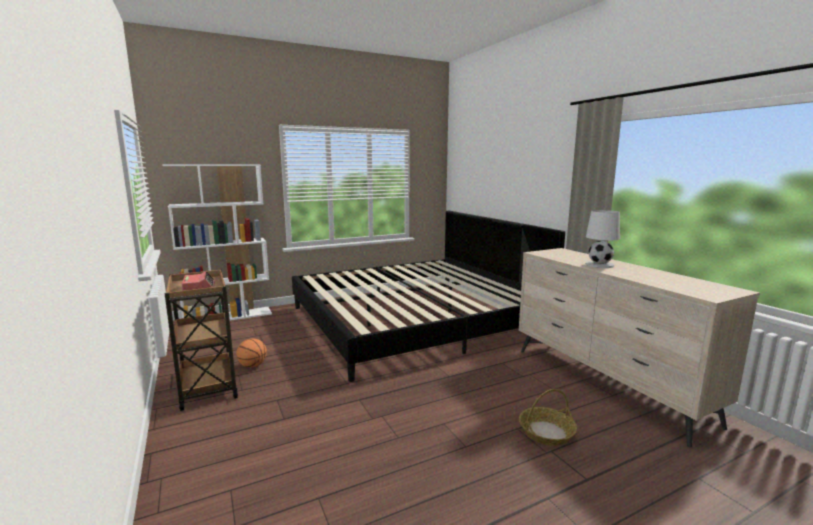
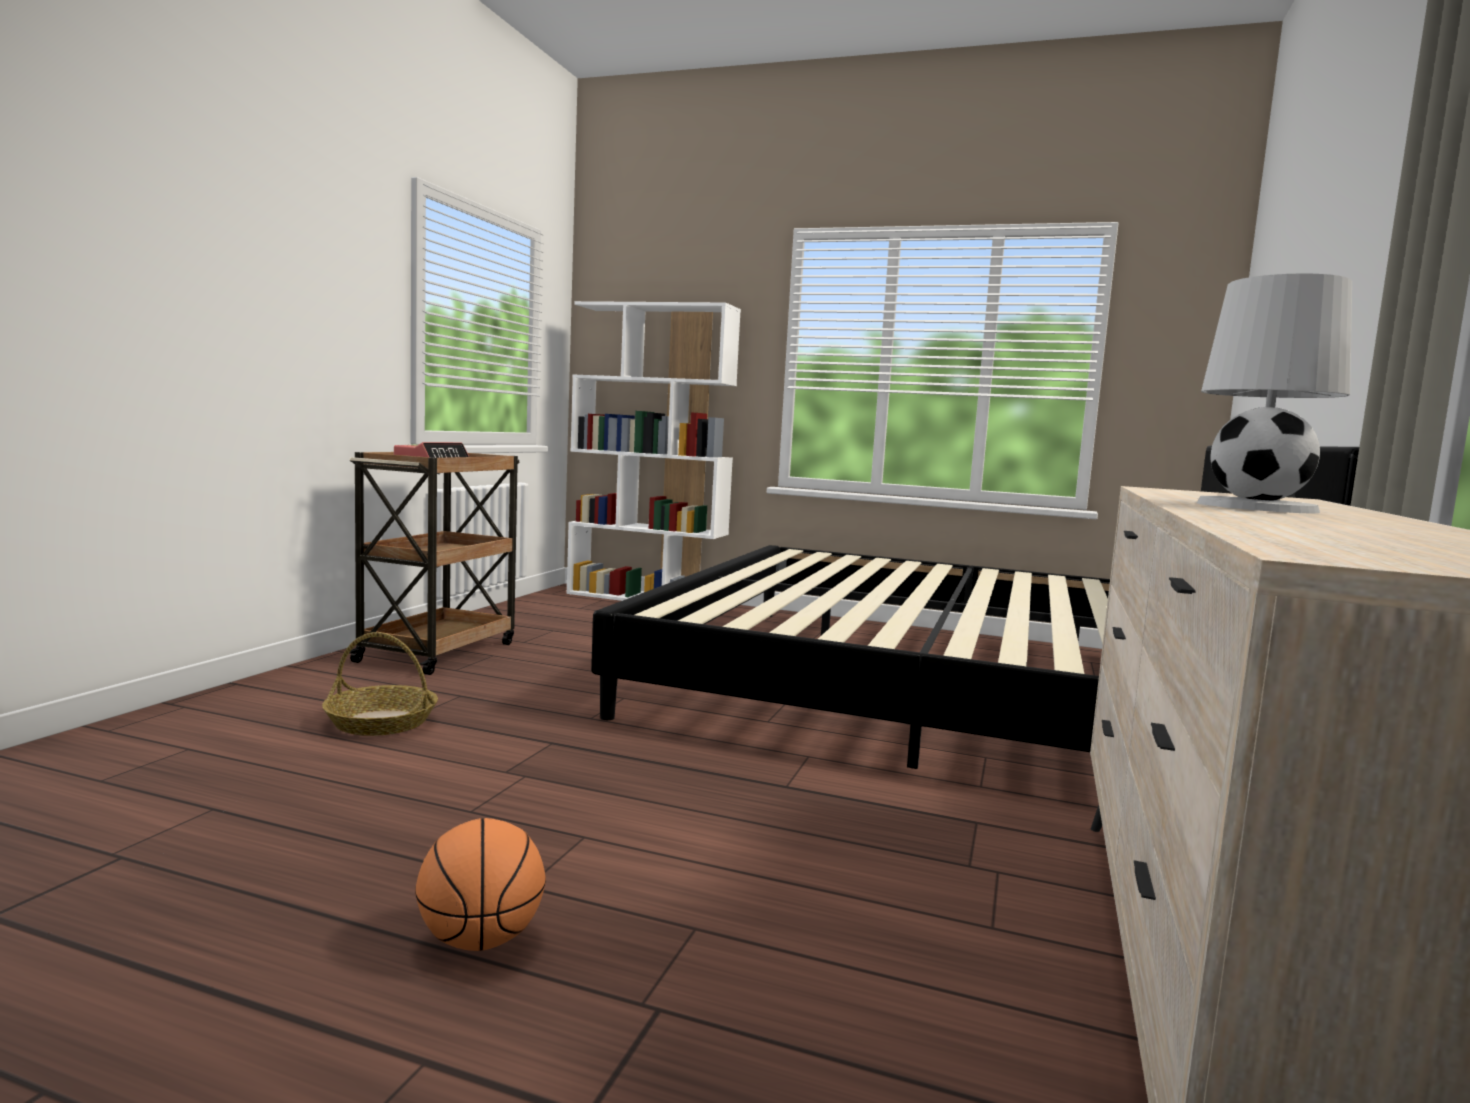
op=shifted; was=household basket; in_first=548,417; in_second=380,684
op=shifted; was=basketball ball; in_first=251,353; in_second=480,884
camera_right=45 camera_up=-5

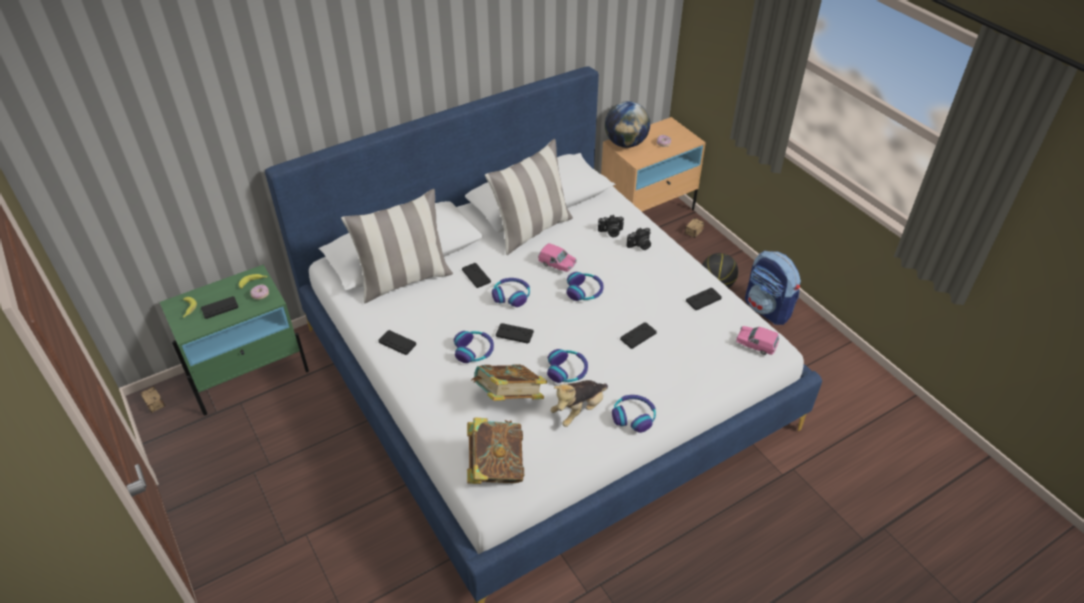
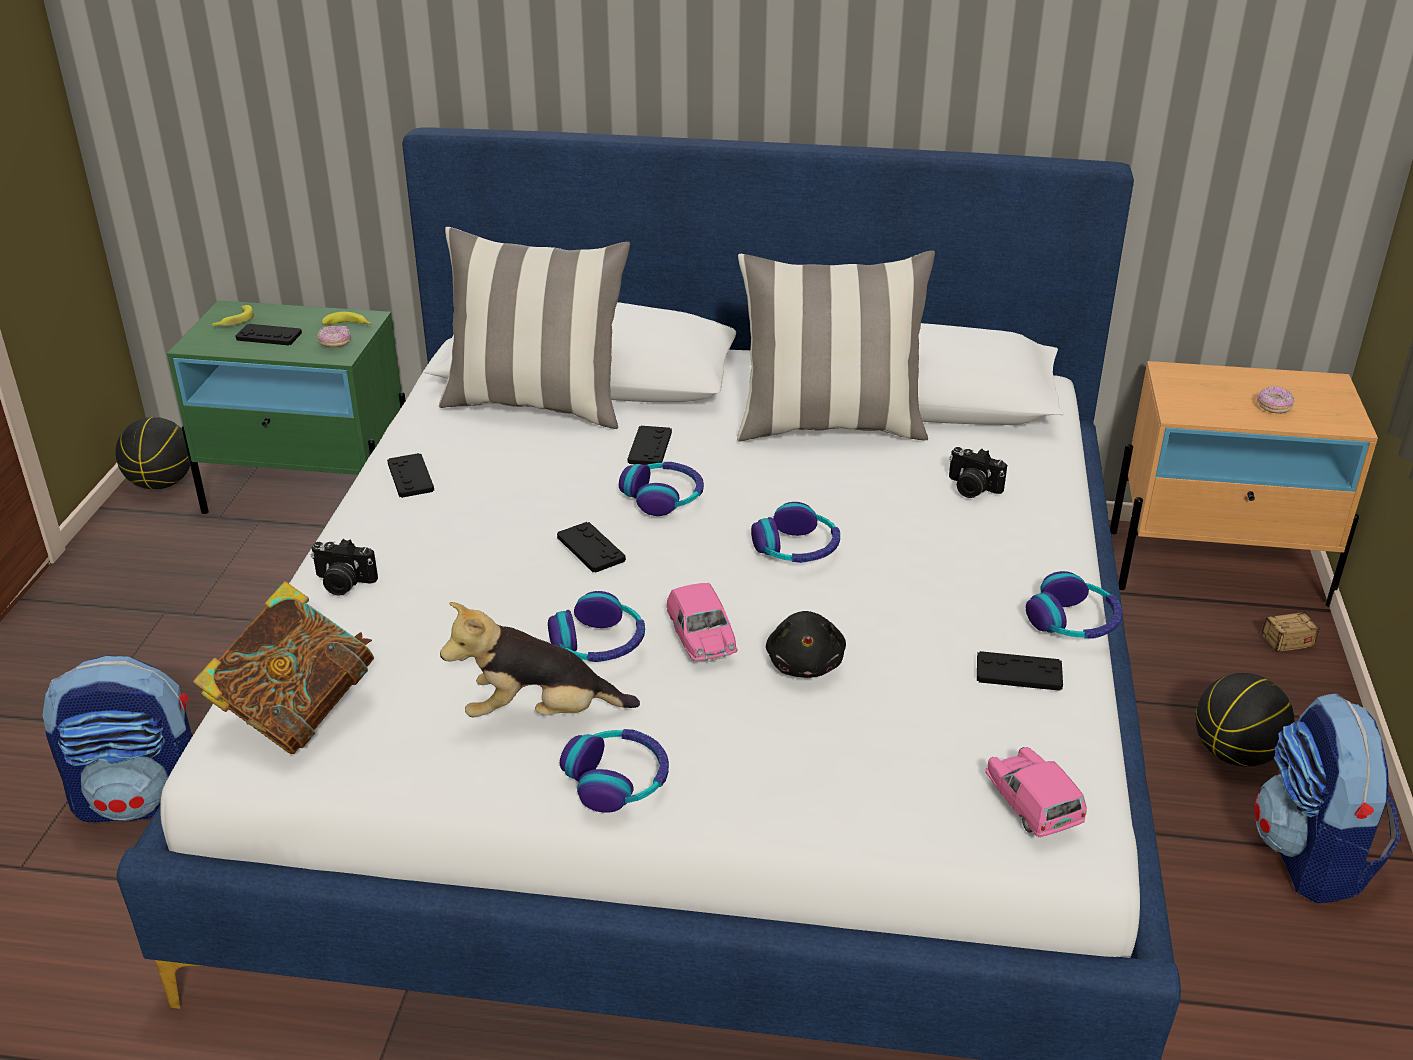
op=new; now=knapsack; in_second=117,738
op=swapped; was=storage container; now=basketball ball; in_first=153,399; in_second=152,453
op=shifted; was=photo camera; in_first=638,239; in_second=344,567
op=shifted; was=pinkish toy car; in_first=557,257; in_second=702,622
op=swapped; was=black-coloured game controller; now=black-coloured soft toy; in_first=638,335; in_second=806,644
op=shifted; was=headset; in_first=474,347; in_second=1074,604
op=gone; was=bound book; in_first=509,382
op=gone; was=world globe; in_first=627,124
camera_right=40 camera_up=-10

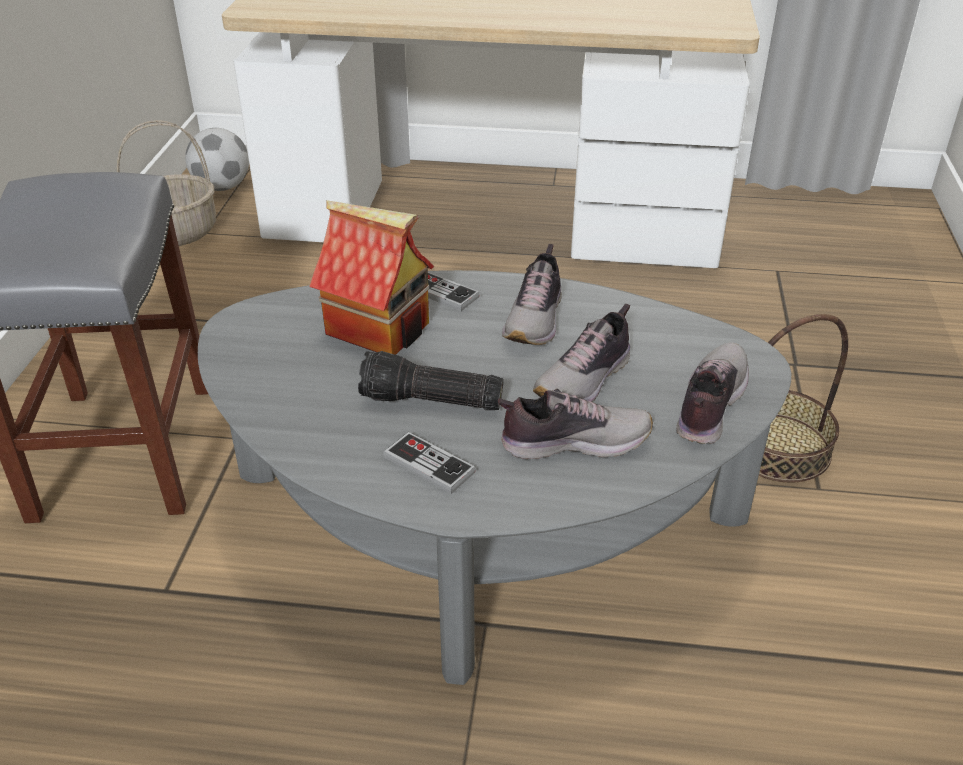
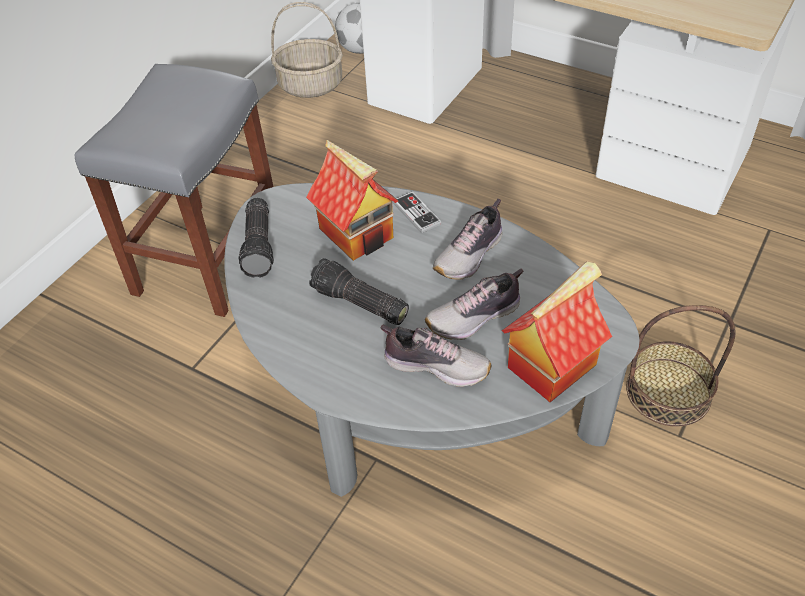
op=new; now=torch; in_second=256,238
op=swapped; was=item of footwear; now=miniature house; in_first=712,393; in_second=557,332
op=gone; was=game controller; in_first=429,463
camera_right=25 camera_up=10

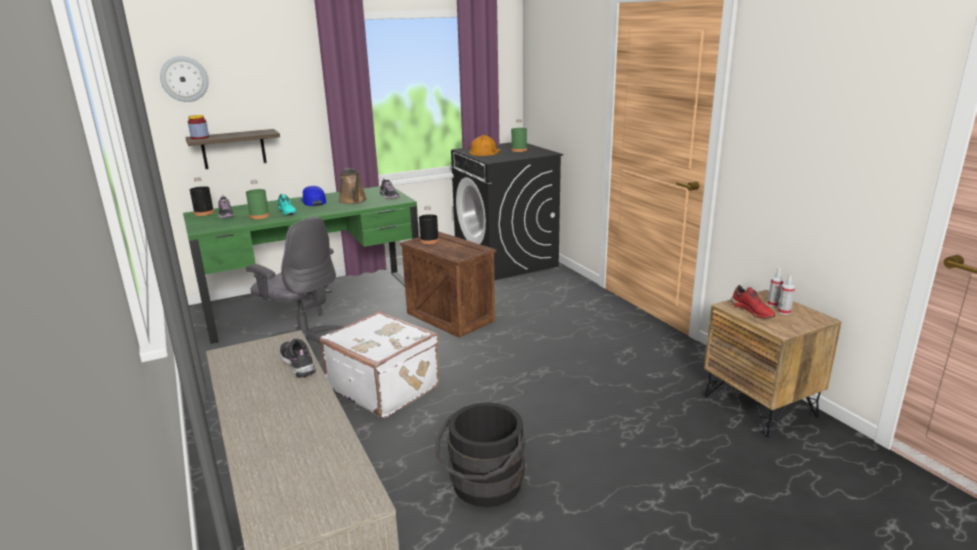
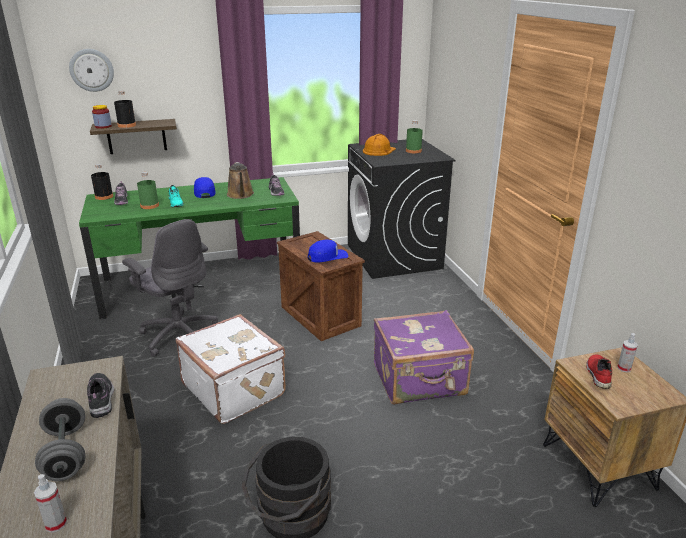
op=shifted; was=sprayer; in_first=786,295; in_second=50,503
op=new; now=greyish free weight; in_second=60,439
op=shifted; was=black-coloured beverage bottle; in_first=429,225; in_second=125,109
op=new; now=blue peaked cap; in_second=327,250
op=new; now=purple-coloured piece of luggage; in_second=424,357
op=rotated; was=reddish item of footwear; in_first=753,301; in_second=599,371; clockwise=-150
camera_right=10 camera_up=5

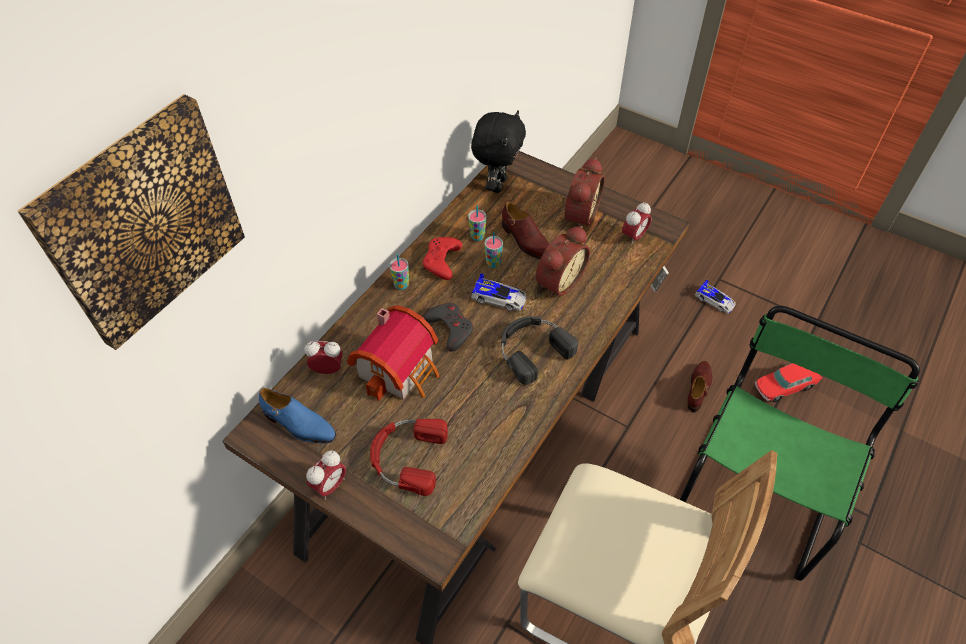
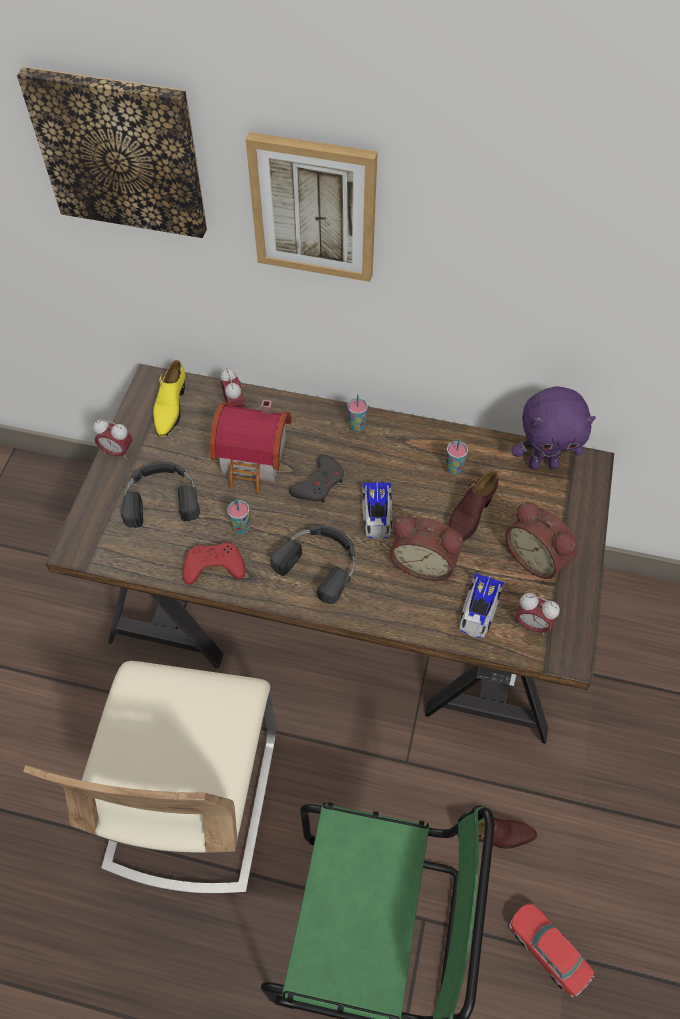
op=repainted; was=reddish headset; now=black-coloured headset; in_first=409,457; in_second=160,495
op=repainted; was=blue item of footwear; now=yellow item of footwear; in_first=297,415; in_second=169,398
op=shifted; was=reddish game controller; in_first=442,258; in_second=214,563
op=shifted; was=small cup; in_first=493,250; in_second=238,516
op=new; now=wall picture; in_second=312,207
op=shifted; was=toy car; in_first=715,296; in_second=481,605
op=rotated; was=table clock; in_first=583,192; in_second=541,540; clockwise=45
op=repainted; was=black-coloured soft toy; now=purple-coloured soft toy; in_first=498,151; in_second=554,427
camera_right=70 camera_up=5

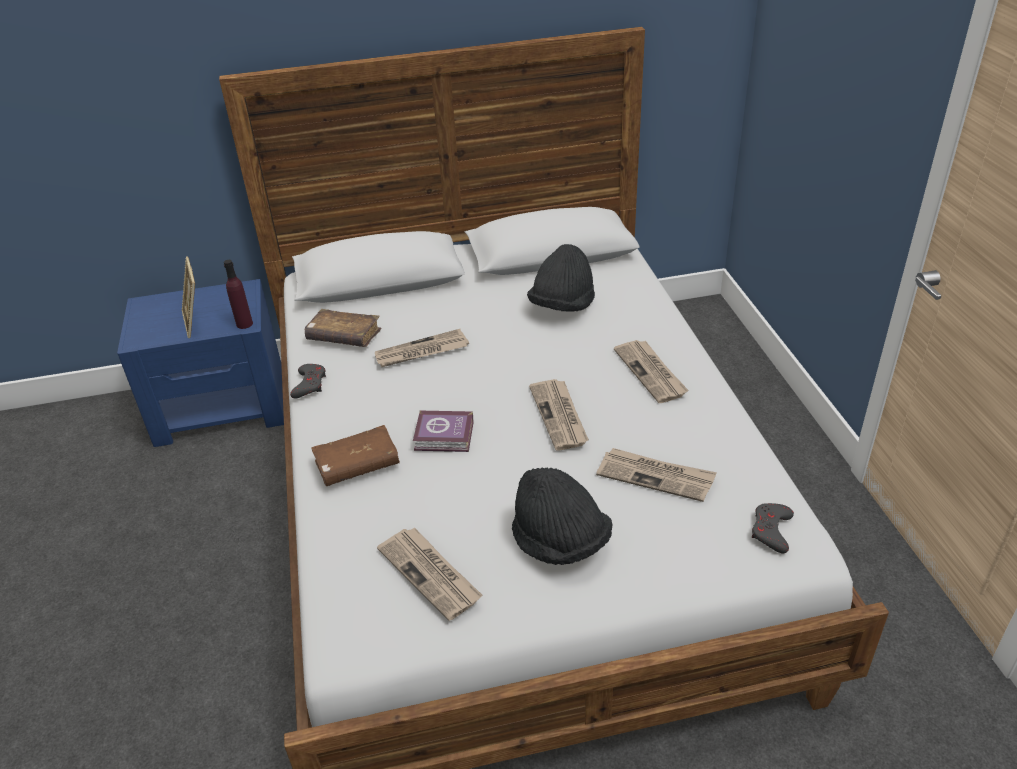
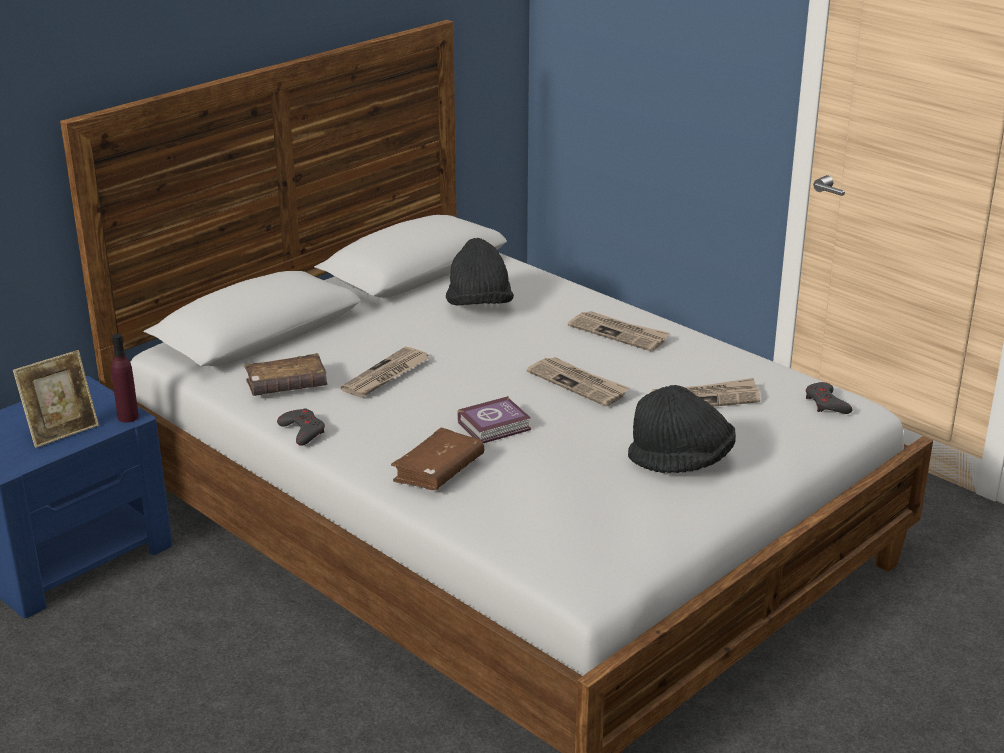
op=rotated; was=picture frame; in_first=188,297; in_second=56,399; clockwise=-75
op=gone; was=printed paper; in_first=429,574
camera_right=-35 camera_up=-10

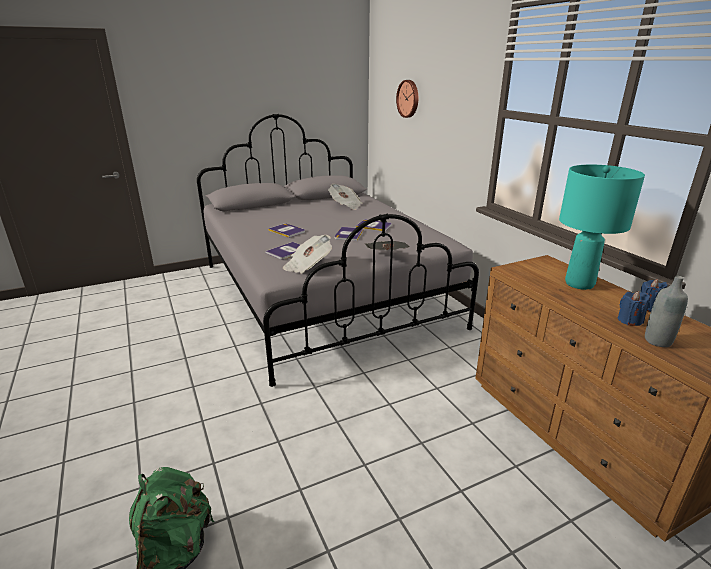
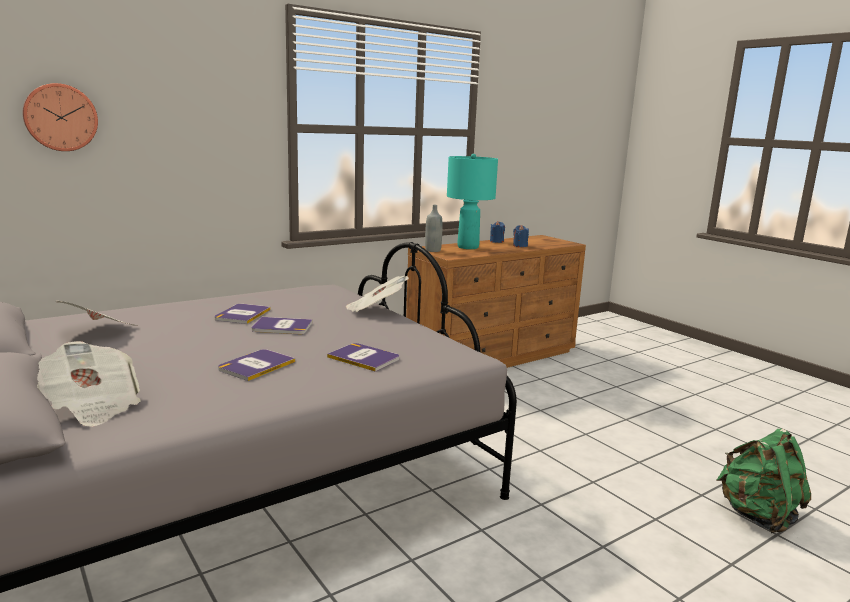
op=shifted; was=printed paper; in_first=307,254; in_second=88,384
op=shifted; was=greyish beverage bottle; in_first=666,311; in_second=434,228
camera_right=-100 camera_up=-10

